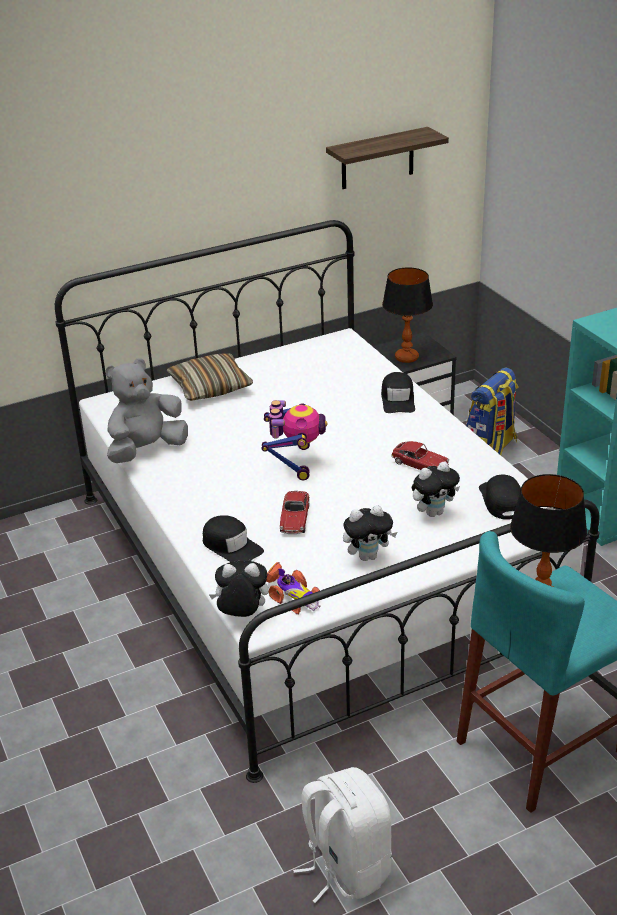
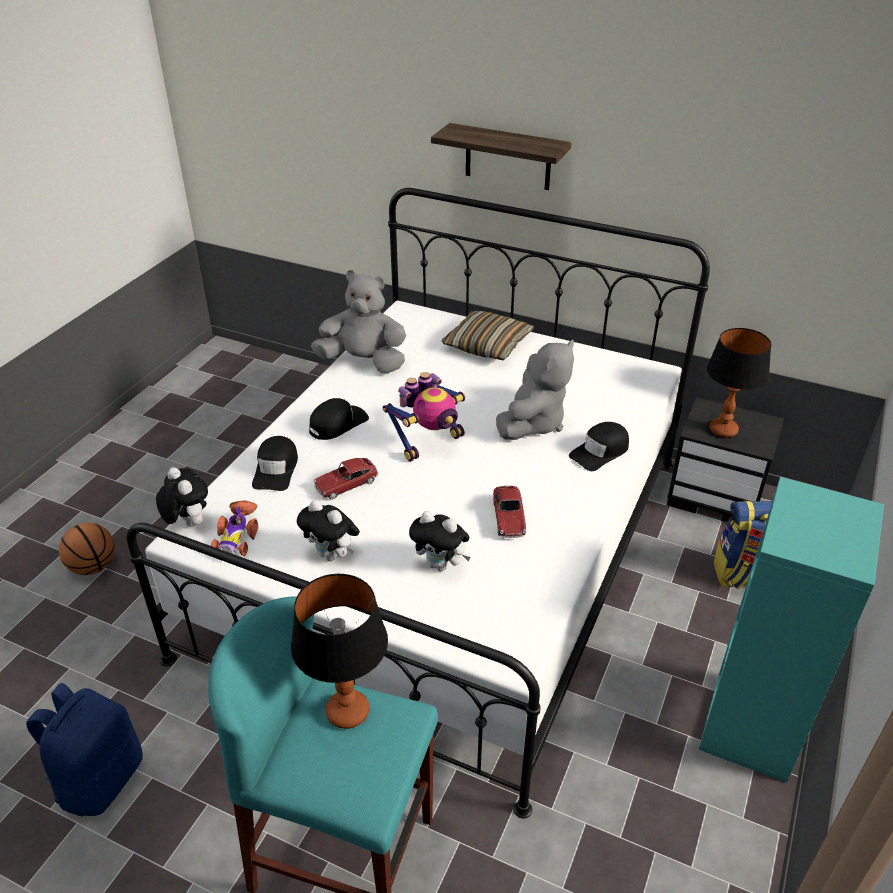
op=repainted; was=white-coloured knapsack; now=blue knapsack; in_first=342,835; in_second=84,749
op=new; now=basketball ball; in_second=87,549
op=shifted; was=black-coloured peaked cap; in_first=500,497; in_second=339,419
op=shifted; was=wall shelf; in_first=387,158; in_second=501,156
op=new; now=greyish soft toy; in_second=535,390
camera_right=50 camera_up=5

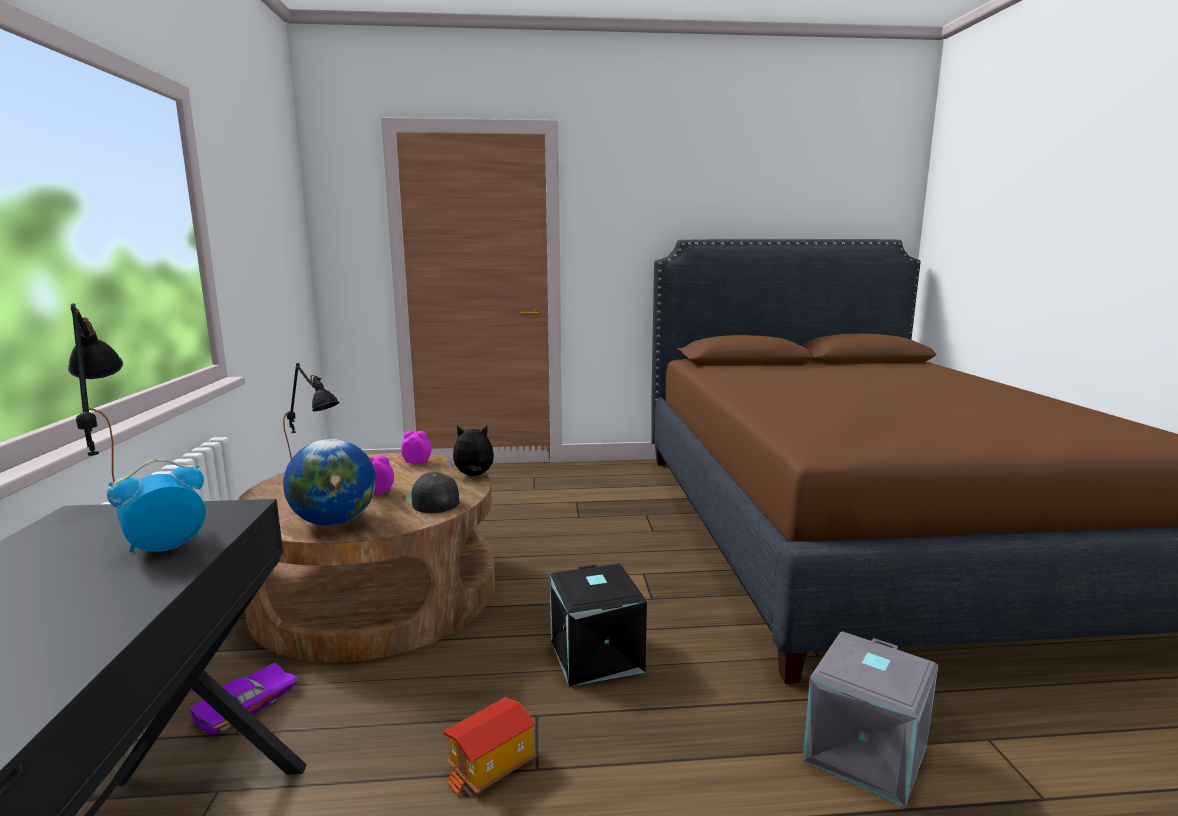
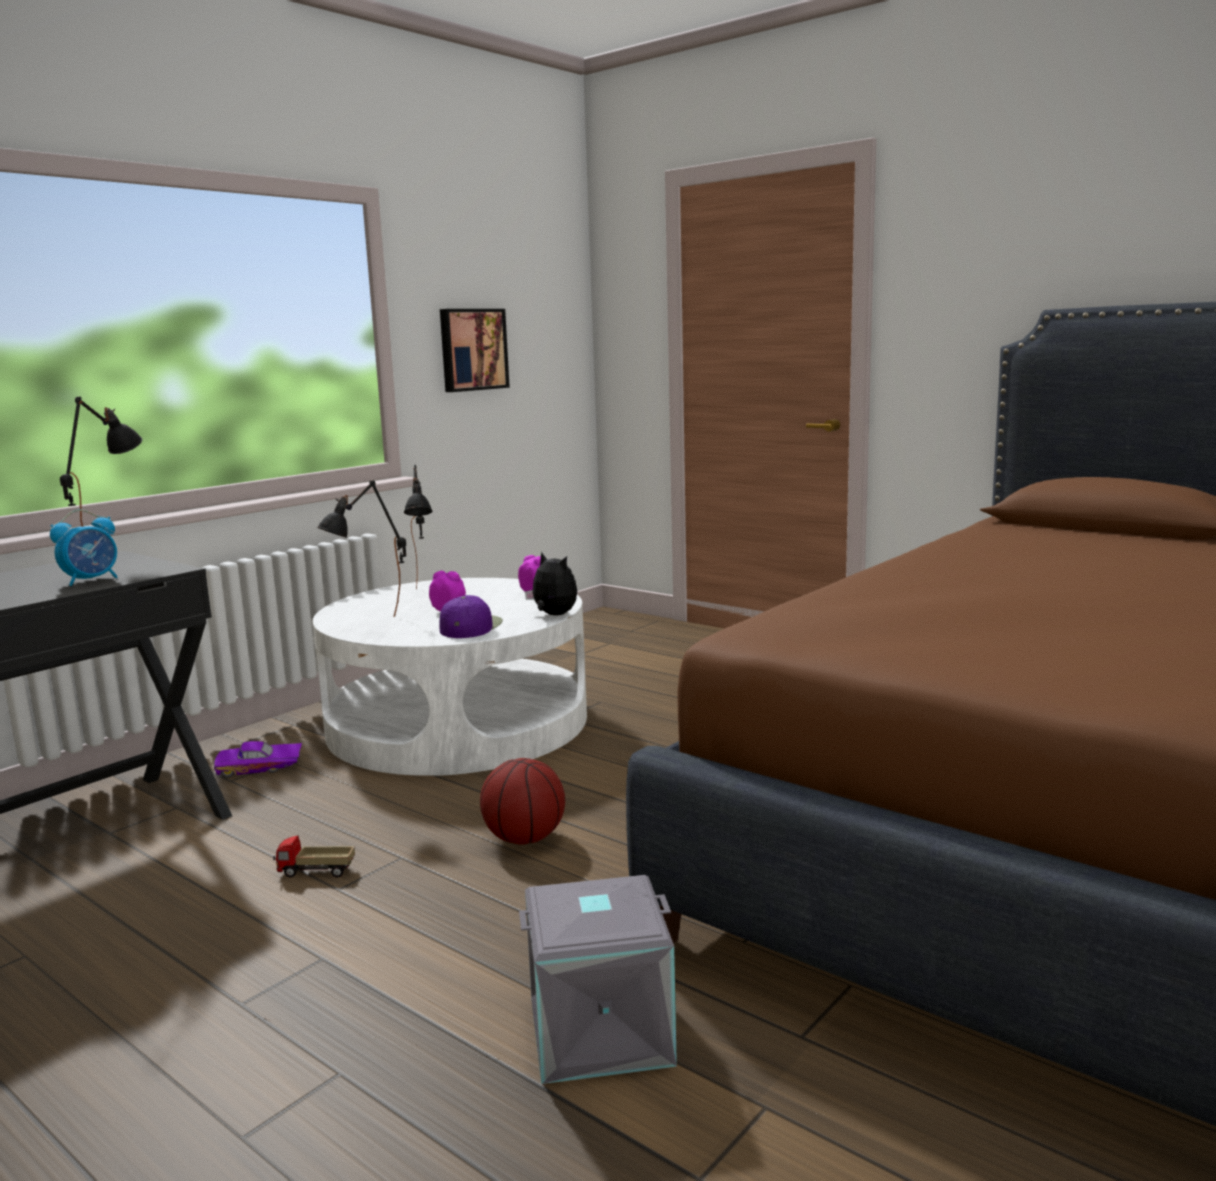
op=rotated; was=table clock; in_first=156,506; in_second=84,547; clockwise=135
op=swapped; was=miniature house; now=toy truck; in_first=490,746; in_second=314,857
op=repainted; was=brownish low table; now=white-coloured low table; in_first=366,558; in_second=450,677
op=swapped; was=world globe; now=black-coloured lamp for a table; in_first=329,482; in_second=361,548
op=new; now=wall picture; in_second=475,350
op=repainted; was=black-coloured peaked cap; now=purple-coloured peaked cap; in_first=432,492; in_second=471,616
op=swapped; was=black-coloured storage container; now=basketball ball; in_first=598,625; in_second=522,801
camera_right=45 camera_up=0

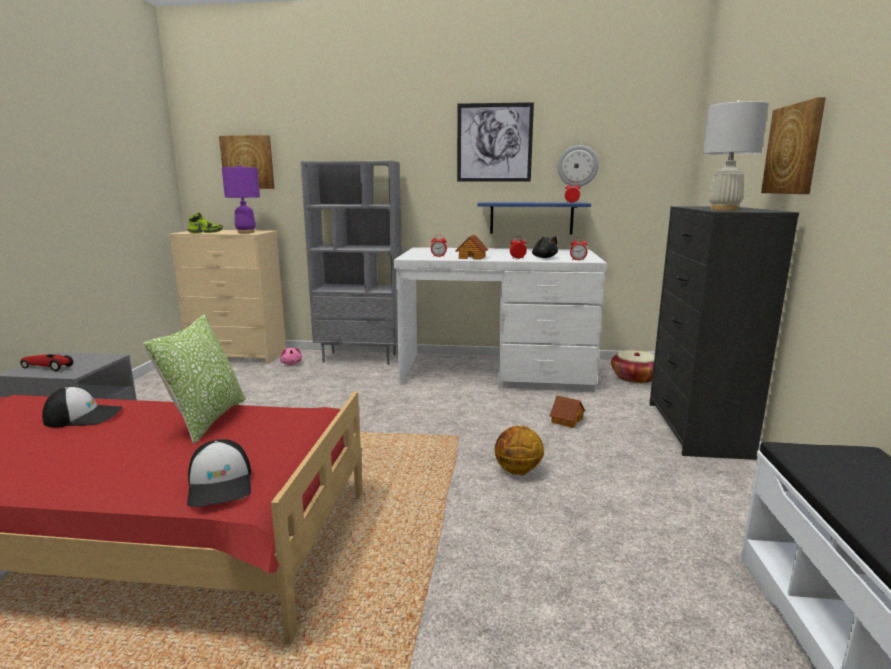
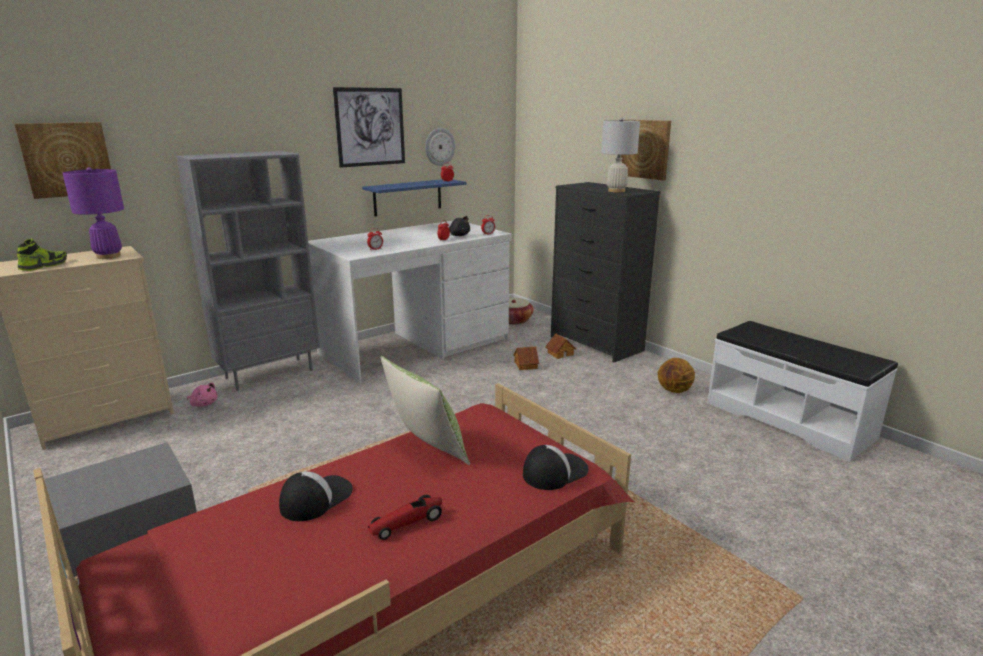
op=shifted; was=toy car; in_first=46,362; in_second=405,517
op=rotated; was=peaked cap; in_first=219,473; in_second=555,467; clockwise=-60
op=shifted; was=miniature house; in_first=472,247; in_second=560,346
op=shifted; was=basketball ball; in_first=519,450; in_second=676,375
camera_right=-45 camera_up=5

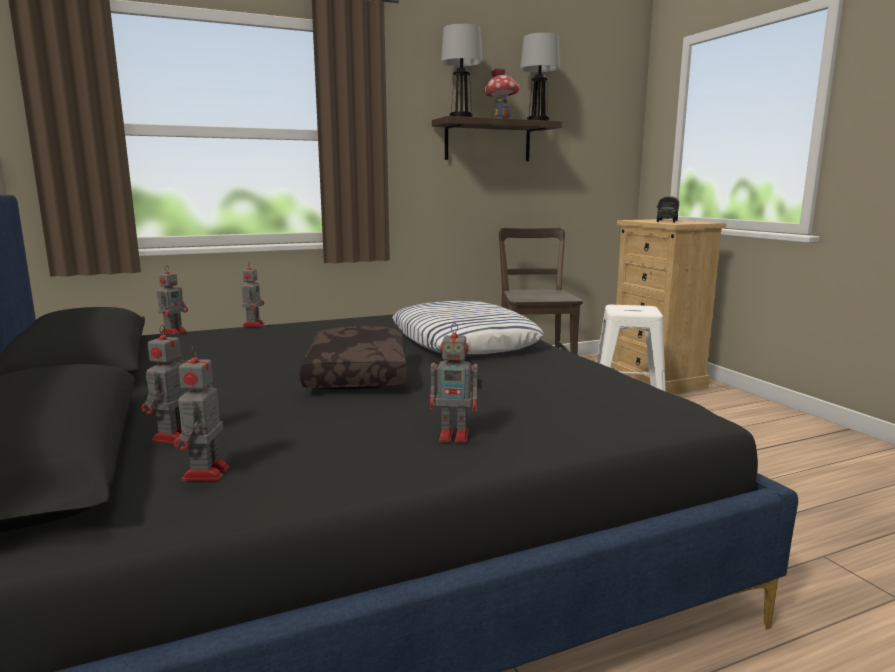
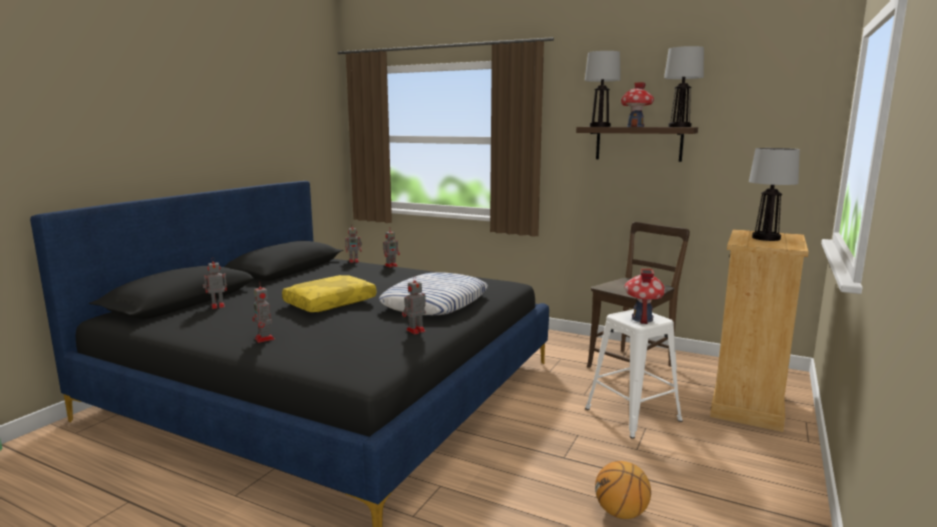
op=repainted; was=brownish pillow; now=yellow pillow; in_first=353,358; in_second=329,293
op=shifted; was=model robot; in_first=201,413; in_second=414,305
op=new; now=basketball ball; in_second=623,490
op=new; now=miniature house; in_second=645,296
op=swapped; was=toy truck; now=lamp for a table; in_first=667,209; in_second=774,194
camera_right=50 camera_up=0

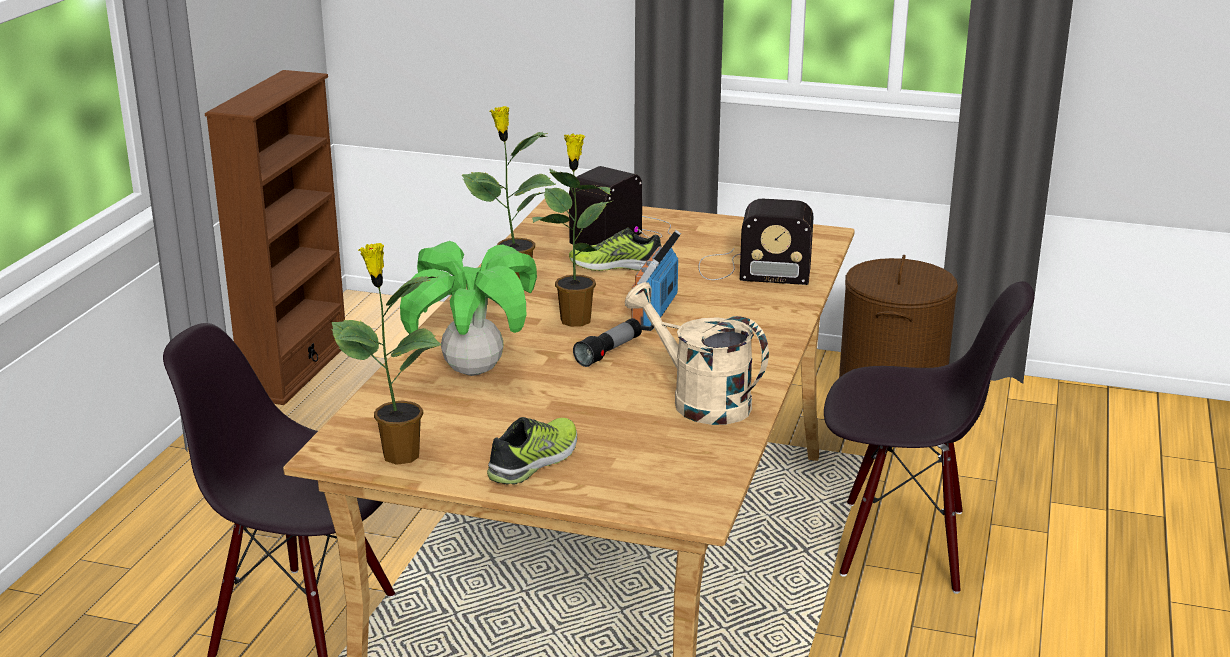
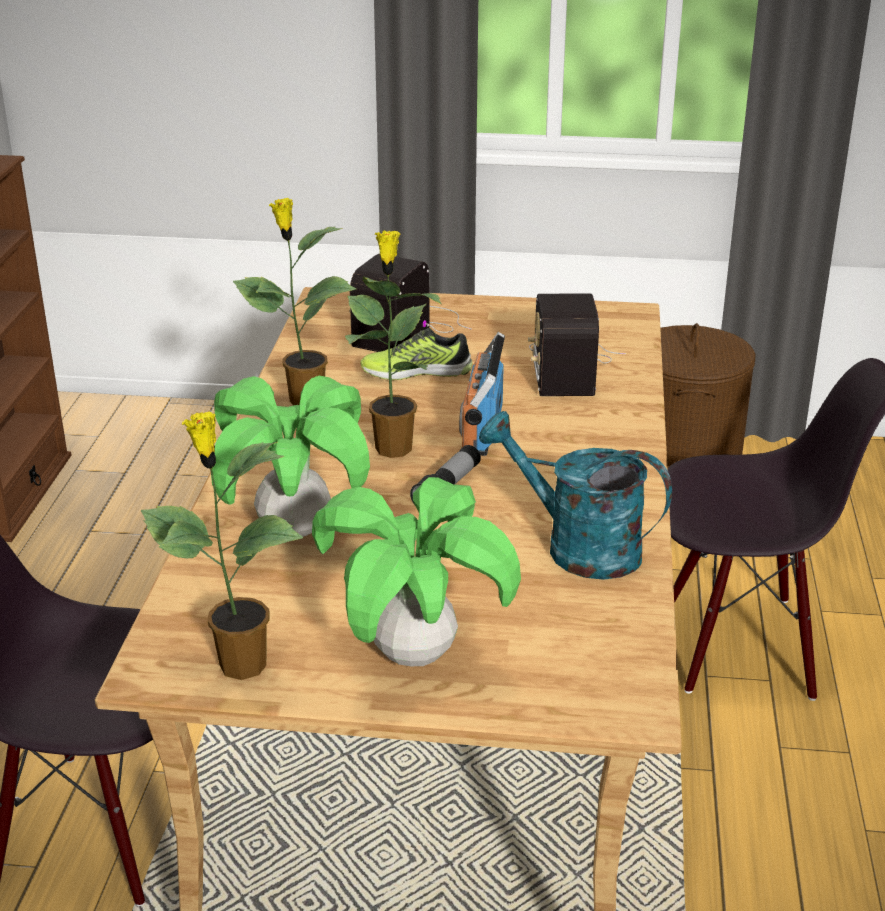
op=swapped; was=item of footwear; now=potted plant; in_first=532,451; in_second=416,571
op=repainted; was=beige-coloured watering can; now=turquoise-coloured watering can; in_first=697,353; in_second=575,495
op=rotated; was=radio set; in_first=756,242; in_second=577,344; clockwise=90
camera_right=-10 camera_up=5

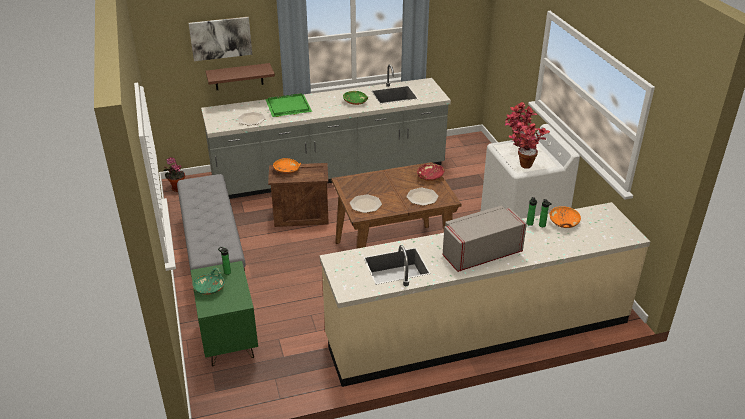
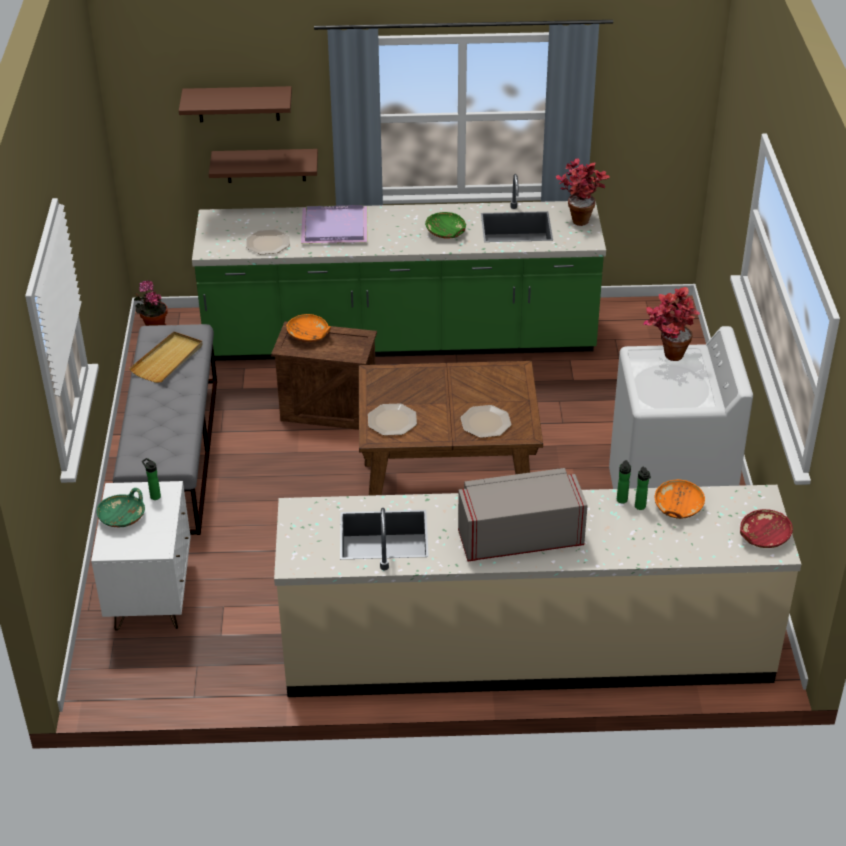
op=repainted; was=greenish night table; now=white-coloured night table; in_first=224,314; in_second=141,556
op=new; now=beige-coloured tray; in_second=166,357
op=swapped; was=wall picture; now=brownish wall shelf; in_first=220,39; in_second=235,104
op=repainted; was=greyish kitchen base unit; now=greenish kitchen base unit; in_first=326,131; in_second=399,267
op=repainted; was=greenish tray; now=purple-coloured tray; in_first=288,105; in_second=334,224
op=shifted; was=potted plant; in_first=529,145; in_second=583,192
op=shifted; was=reddish serving bowl; in_first=430,172; in_second=766,528
camera_right=15 camera_up=5

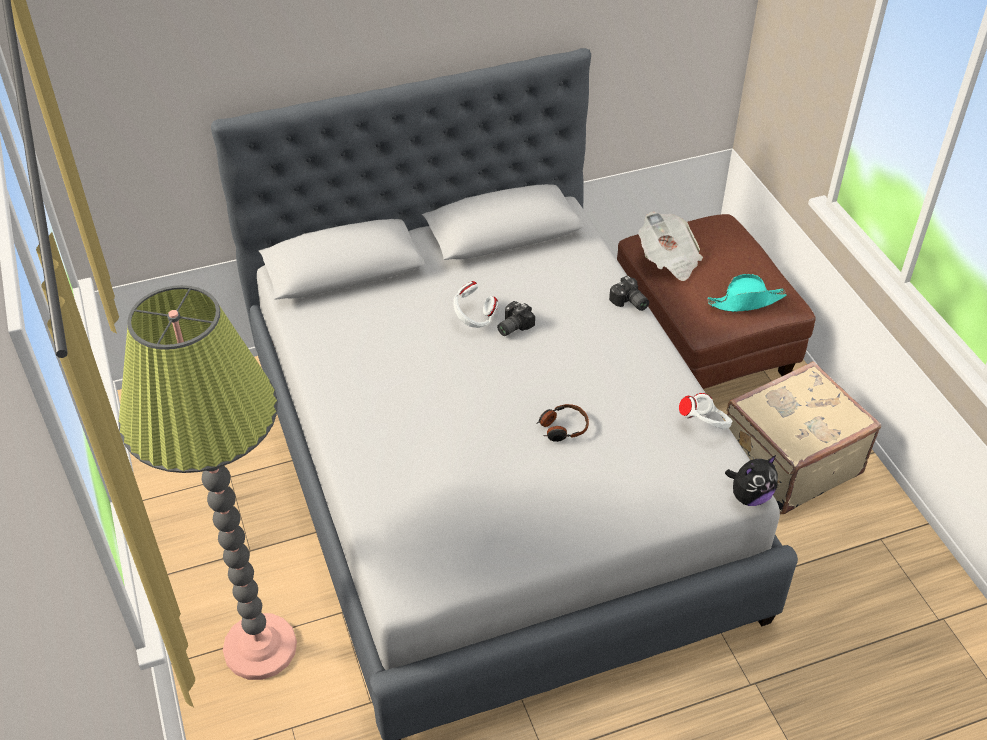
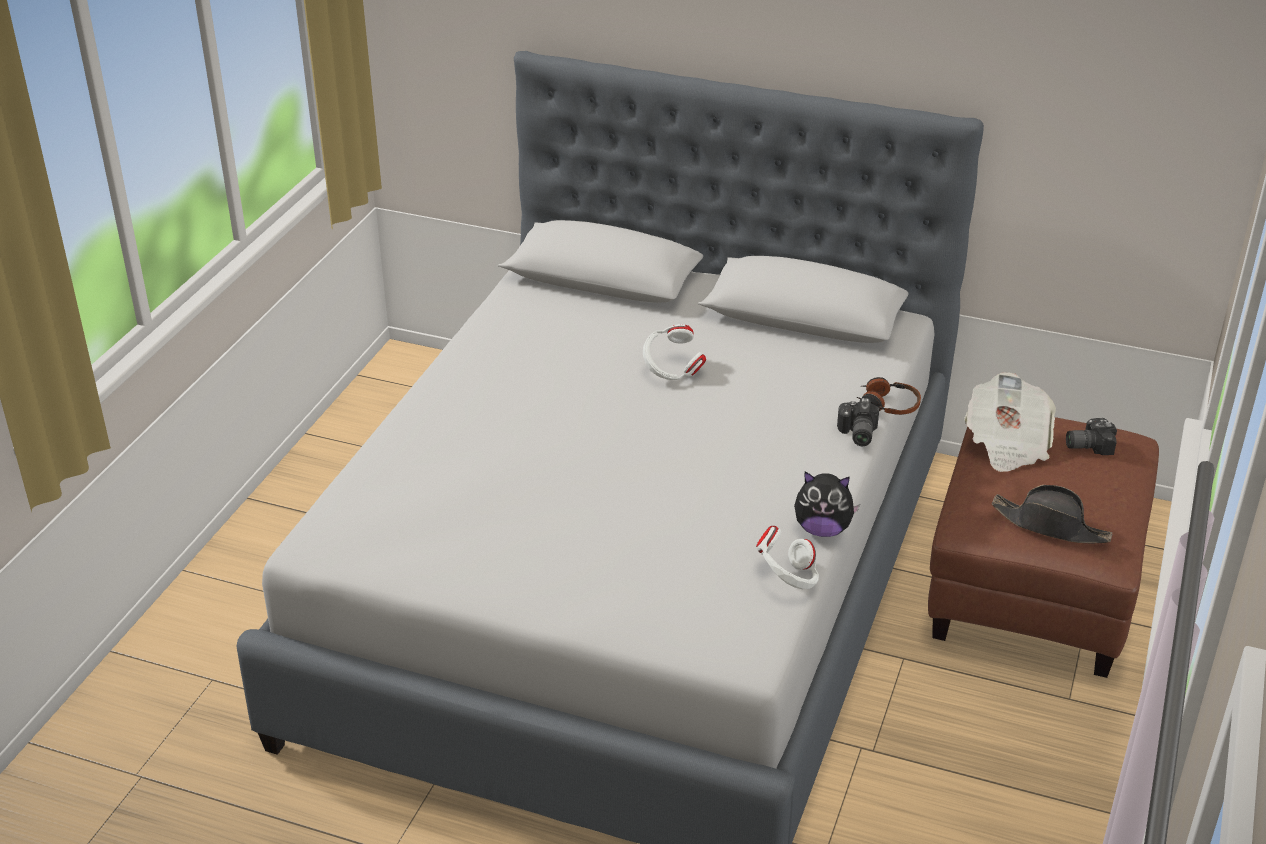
op=shifted; was=soft toy; in_first=751,480; in_second=827,504
op=shifted; was=headset; in_first=562,423; in_second=889,396
op=repainted; was=turquoise-coloured wearable hat; now=black-coloured wearable hat; in_first=746,293; in_second=1052,514
op=shifted; was=photo camera; in_first=516,318; in_second=1091,436
op=gone; was=standing lamp; in_first=207,482
op=gone; was=beige-coloured piece of luggage; in_first=803,437
camera_right=40 camera_up=-10

